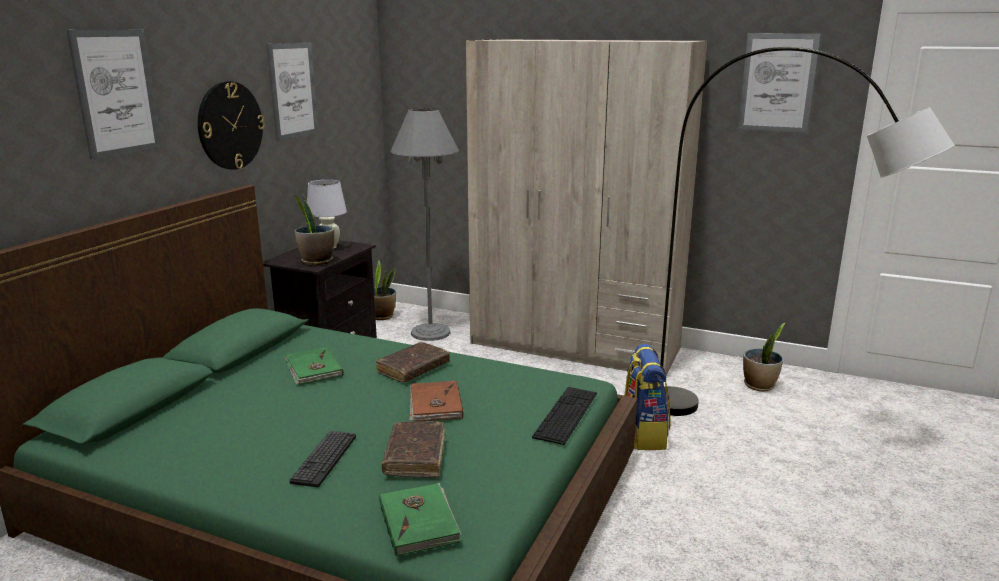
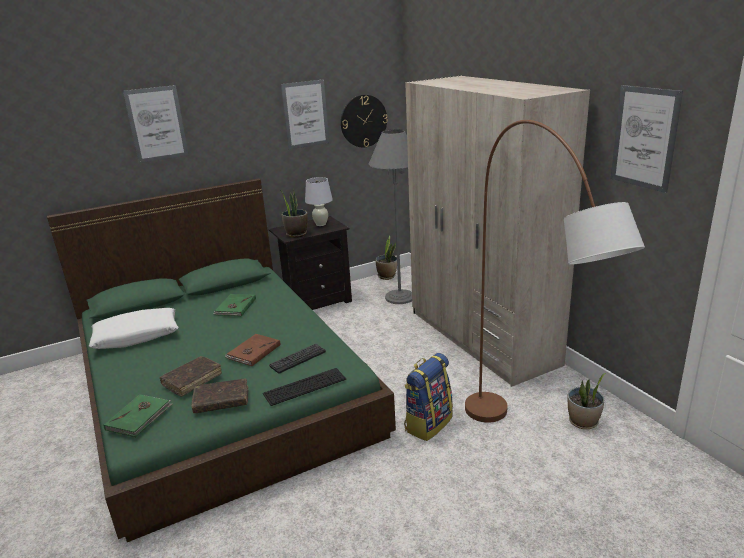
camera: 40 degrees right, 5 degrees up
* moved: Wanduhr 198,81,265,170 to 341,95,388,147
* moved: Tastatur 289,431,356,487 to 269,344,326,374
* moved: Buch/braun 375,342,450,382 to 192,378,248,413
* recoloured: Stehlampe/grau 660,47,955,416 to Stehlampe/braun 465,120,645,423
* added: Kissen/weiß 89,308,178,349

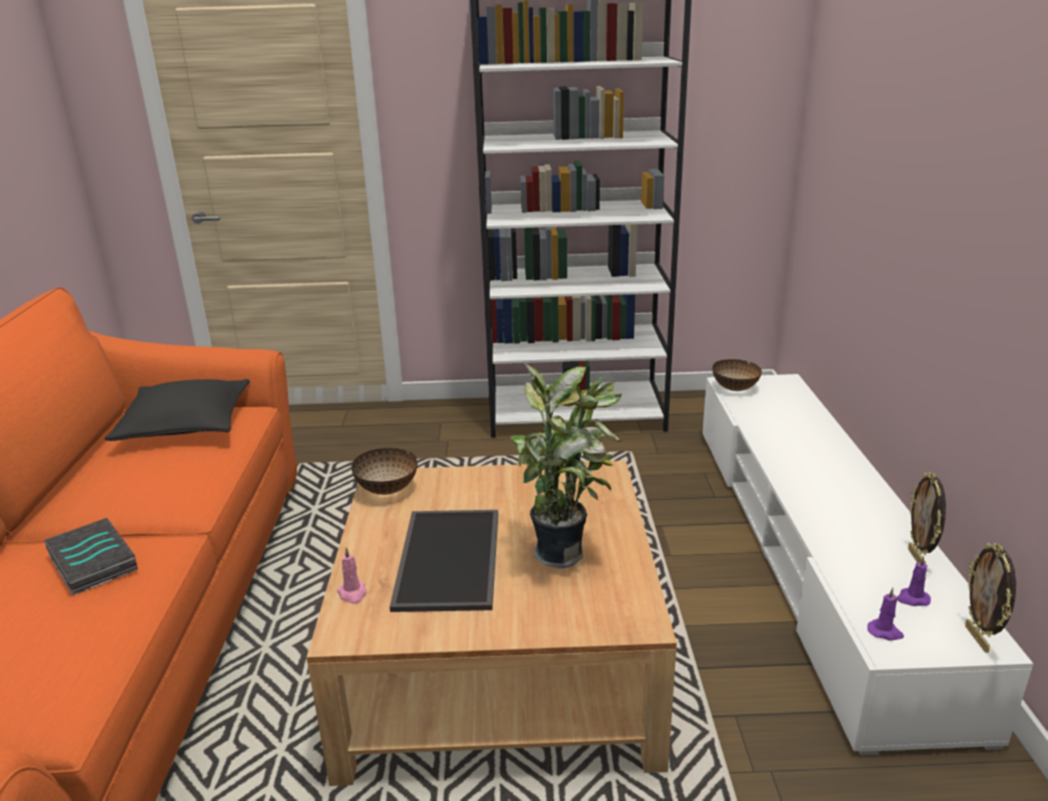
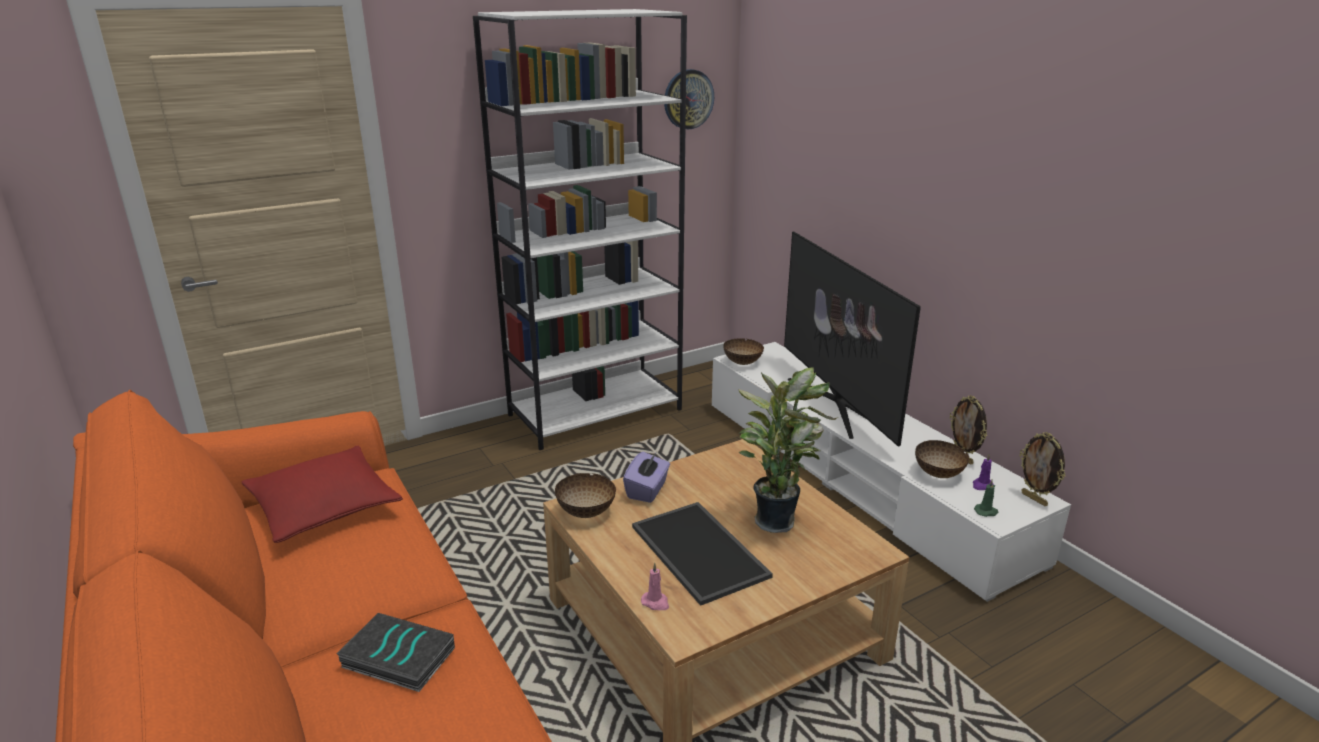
camera: 30 degrees left, 0 degrees up
* recoloured: Kissen/schwarz 104,379,250,441 to Kissen/rot 241,445,403,543
* recoloured: Kerze/lila 867,588,904,641 to Kerze/grün 974,479,999,517
* added: Taschentuchbox/lila 623,452,670,503
* added: Wanduhr 664,69,714,129
* added: Fernseher 784,232,921,447
* added: Schüssel 915,440,969,478

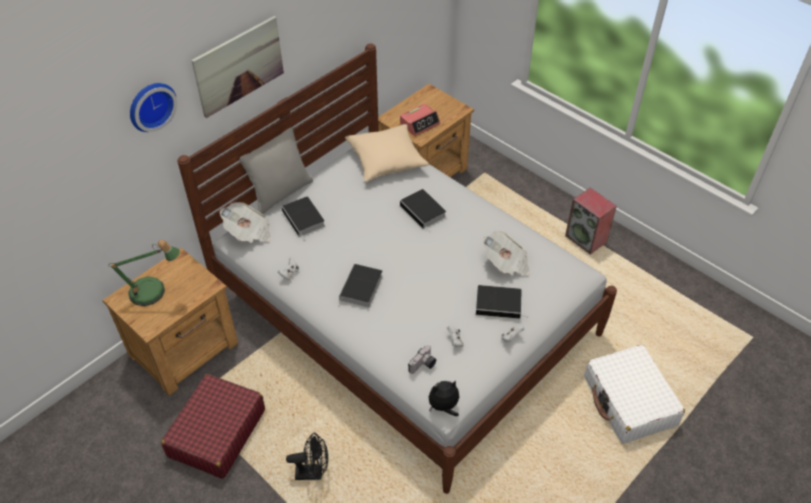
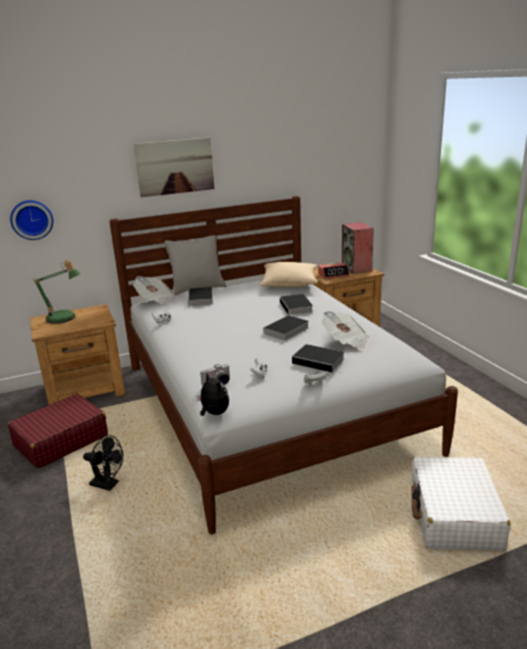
camera: 25 degrees right, 25 degrees down
* moved: Wanduhr 130,83,177,132 to 10,200,53,240
* moved: Buch 338,264,383,308 to 260,315,309,341
* turned: Plüschtier 429,380,459,416 = 197,373,229,416 45 degrees clockwise
* moved: Lautsprecher 565,187,617,255 to 342,222,374,274

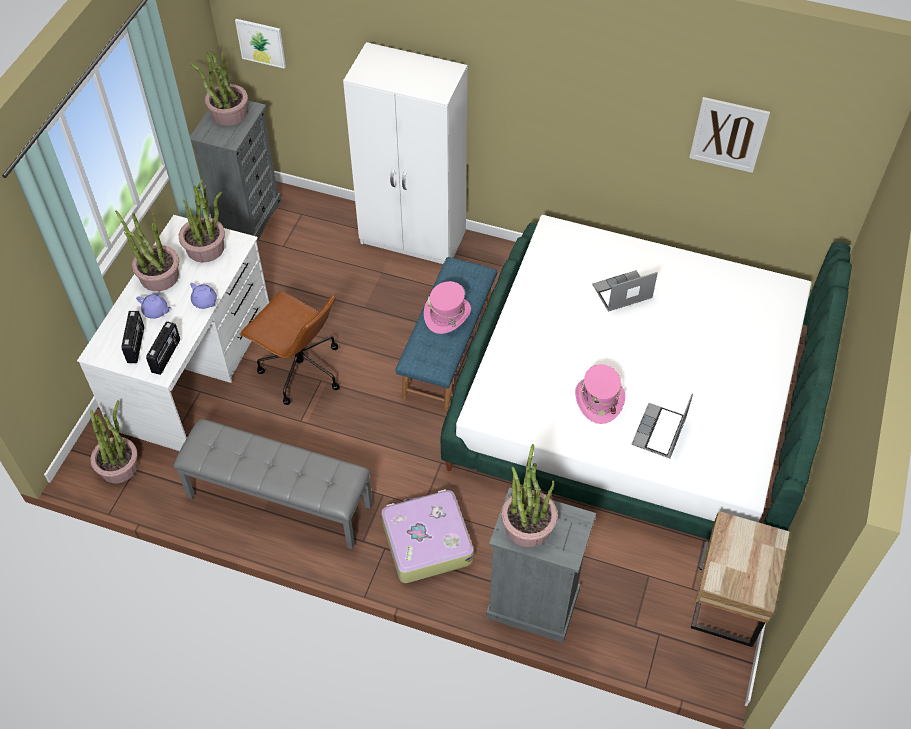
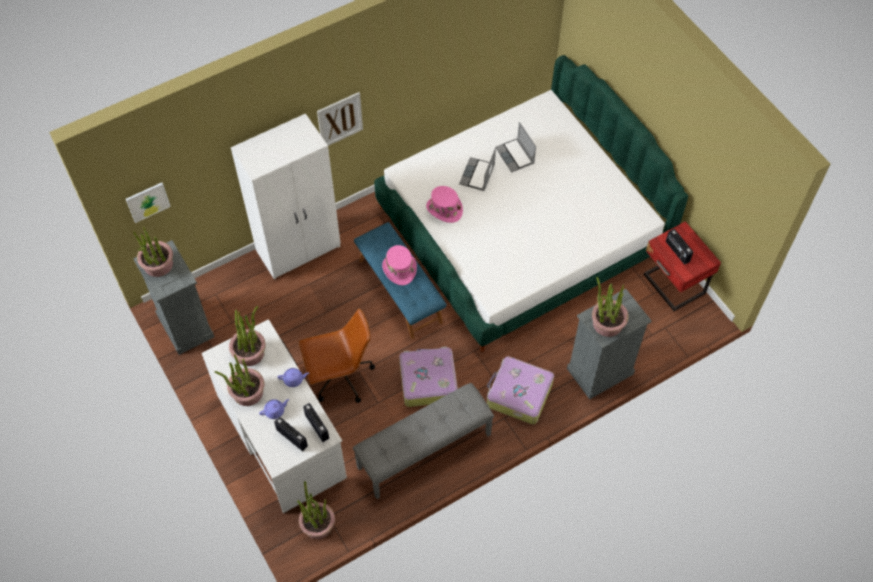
camera: 50 degrees left, 5 degrees up
* moved: Hut/rosa 575,364,625,424 to 426,186,463,223
* moved: Laptop 631,394,693,458 to 495,122,536,173
* moved: Bild 689,97,770,173 to 317,92,363,146
* recoloured: Nachttisch/beige 691,511,790,647 to Nachttisch/rot 644,221,721,311
* added: Koffer 399,346,458,407
* added: Radio 666,229,693,264

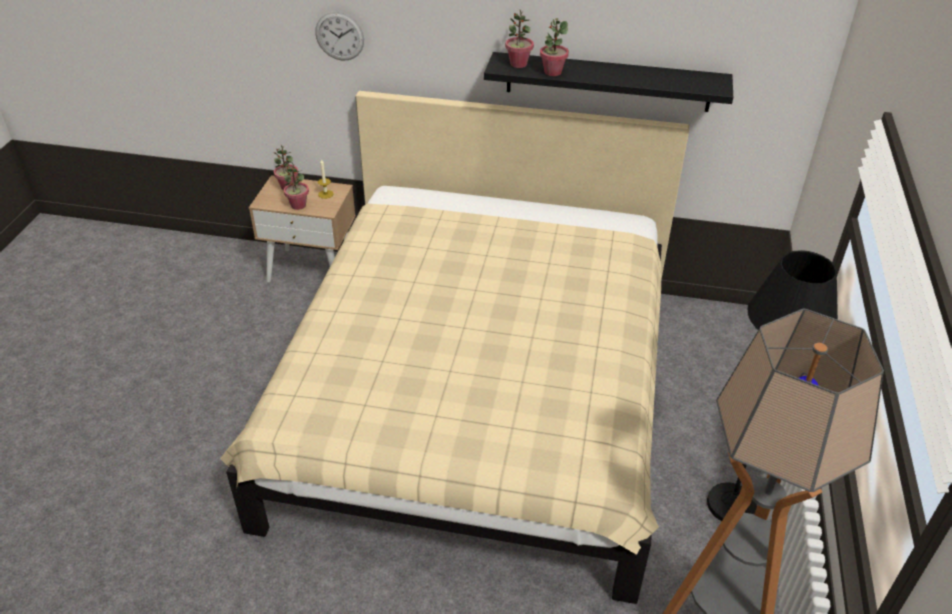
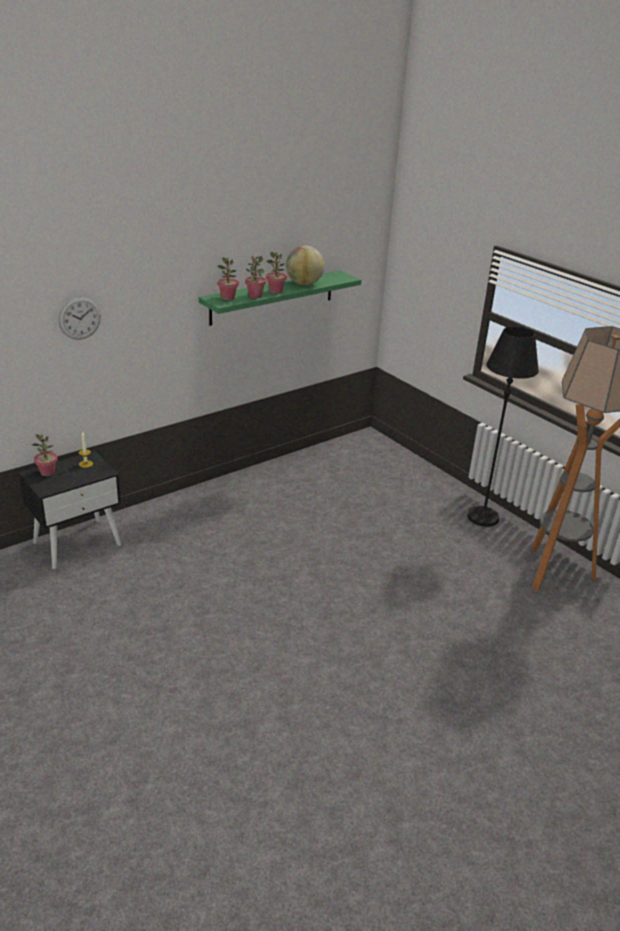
camera: 50 degrees left, 10 degrees down
* removed: Bett/beige 220,91,689,604
* recoloured: Nachttisch/beige 249,175,356,282 to Nachttisch/schwarz 18,451,121,569
* moved: Topfpflanze 284,163,309,210 to 266,252,287,294
* recoloured: Wandregal/schwarz 484,52,733,112 to Wandregal/grün 199,271,361,326
* added: Globus 286,245,324,285

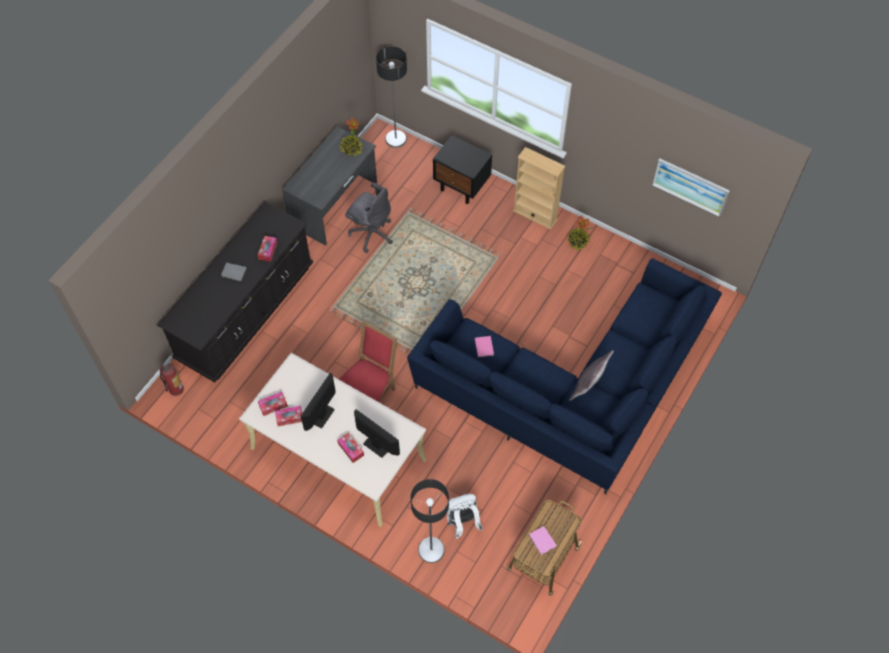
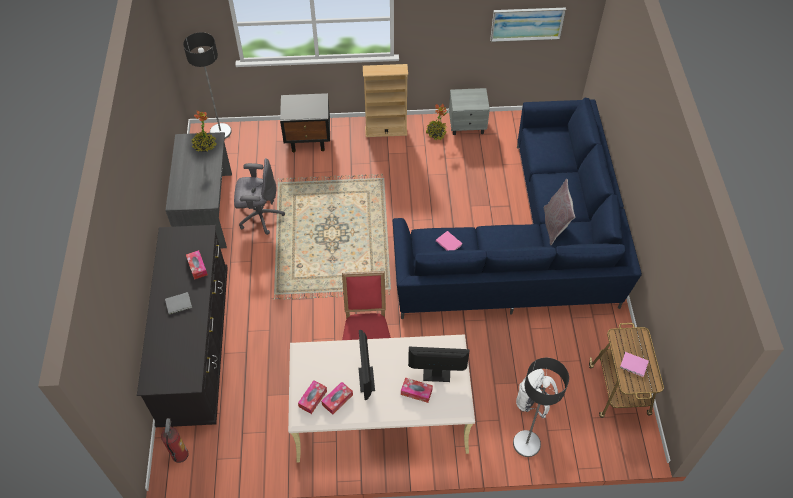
camera: 35 degrees left, 5 degrees down
* added: Nachttisch/grau 449,88,490,135

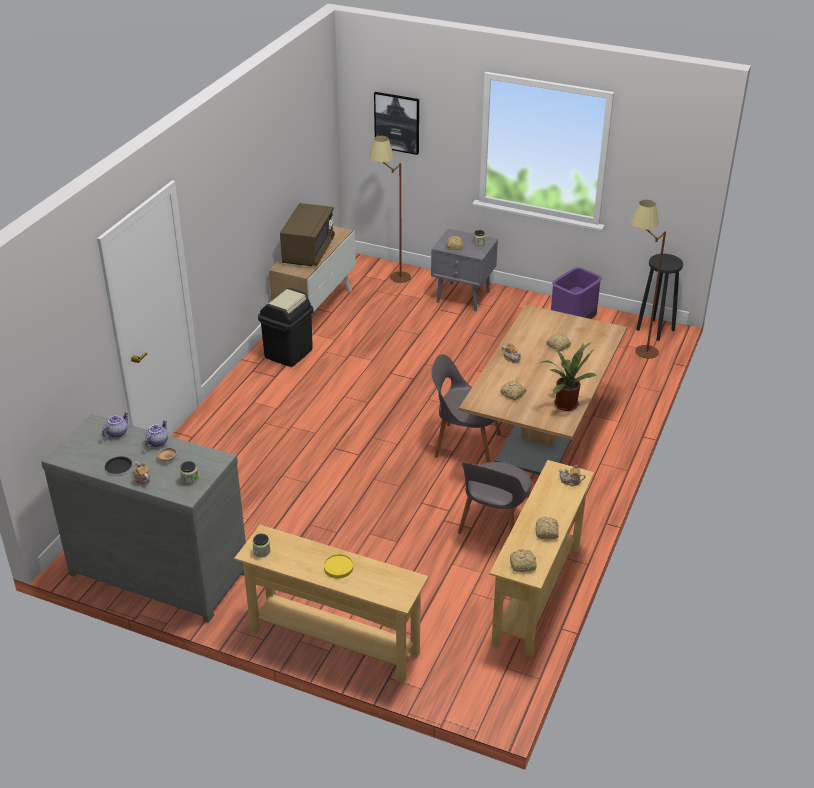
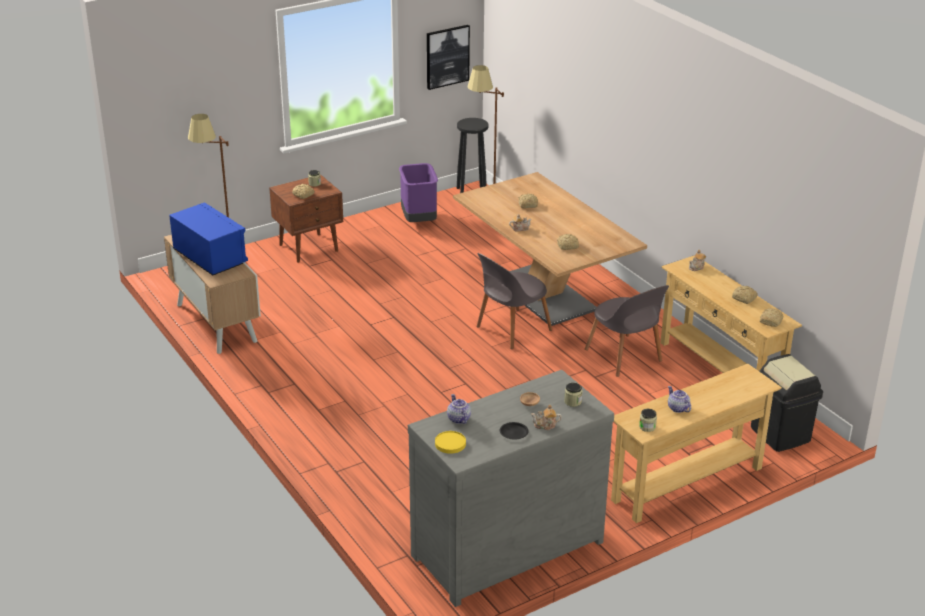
camera: 55 degrees left, 5 degrees down
* moved: Teekanne 145,420,168,447 to 668,386,691,413
* moved: Mülleimer/schwarz 258,288,314,367 to 751,354,823,452
* recoloured: Mikrowelle/braun 280,203,335,266 to Mikrowelle/blau 169,202,248,275
* moved: Teller/gelb 324,554,353,578 to 435,431,466,454
* moved: Bild 374,92,419,155 to 427,25,470,90
* recoloured: Nachttisch/grau 431,229,498,311 to Nachttisch/braun 269,174,343,263
* removed: Topfpflanze 540,342,596,411

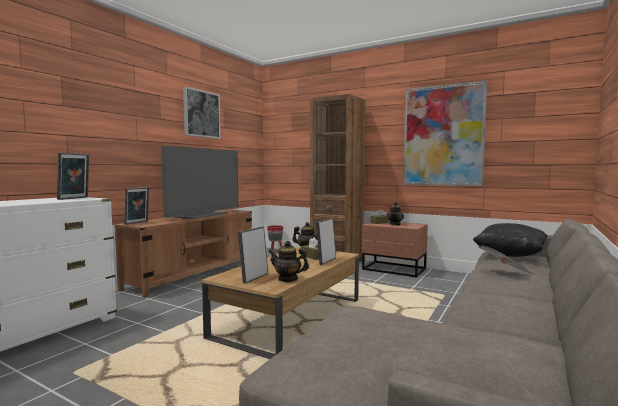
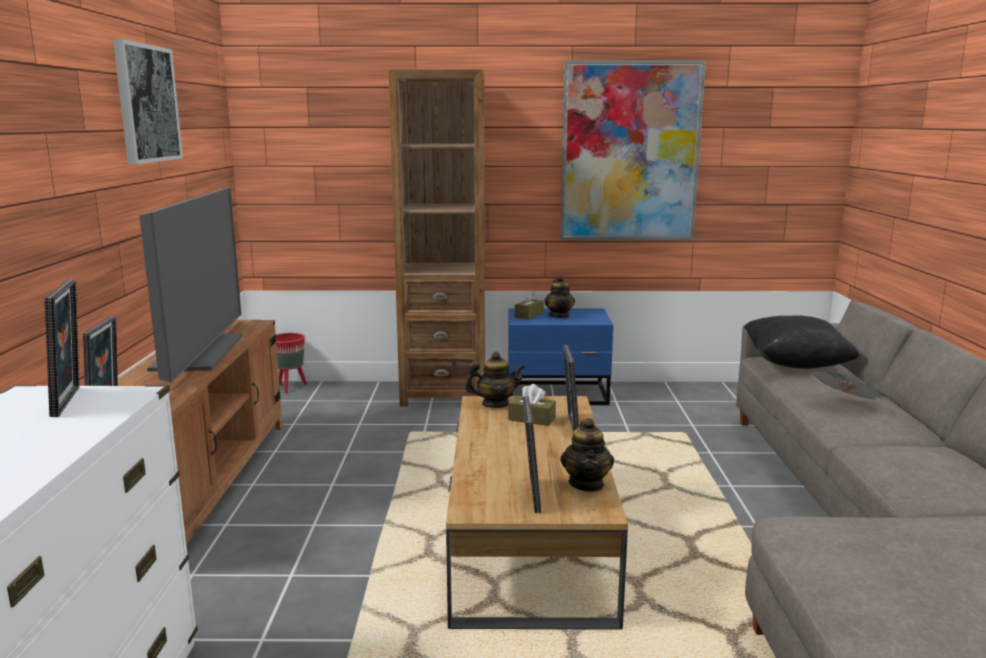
camera: 30 degrees left, 10 degrees up
* turned: Teekanne 268,241,309,282 = 560,418,614,492 75 degrees counterclockwise
* recoloured: Nachttisch/braun 362,221,428,278 to Nachttisch/blau 508,308,613,405

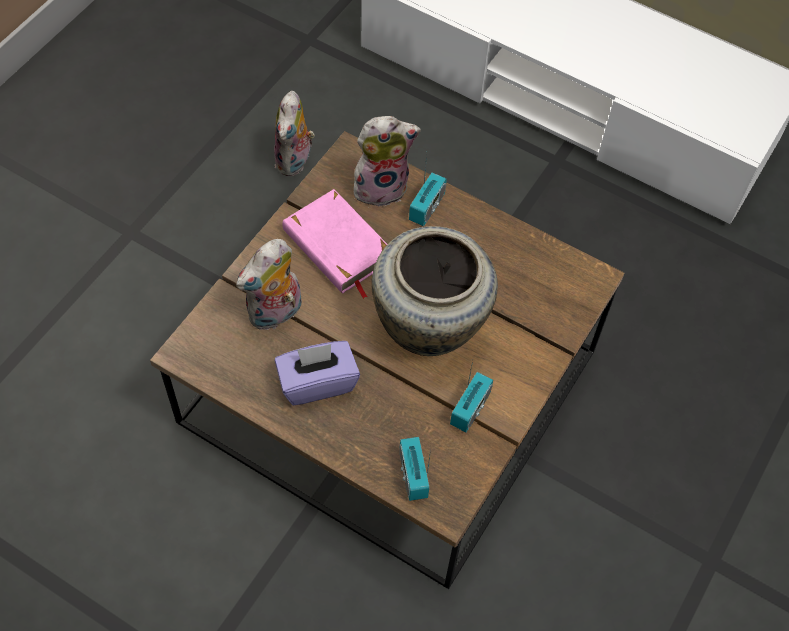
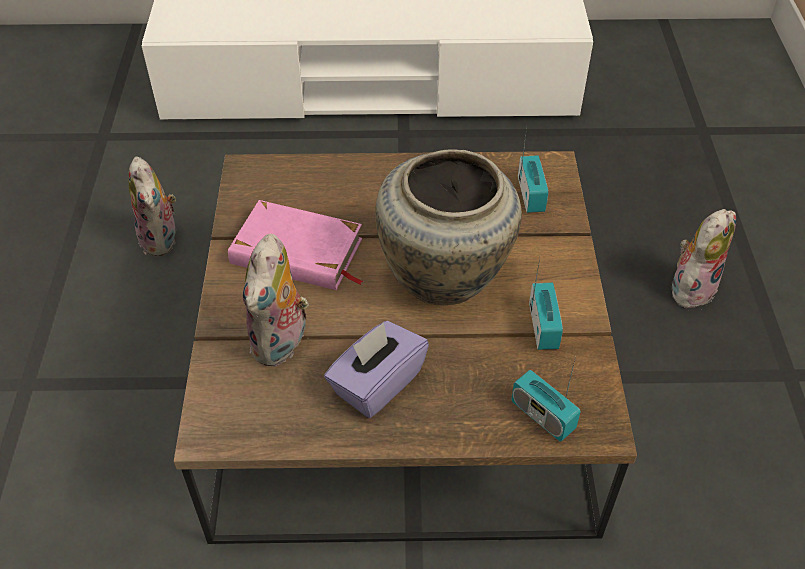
camera: 30 degrees left, 10 degrees down
* moved: Plüschtier 354,116,421,207 to 672,209,736,312
* moved: Radio 409,154,447,226 to 518,128,548,213

